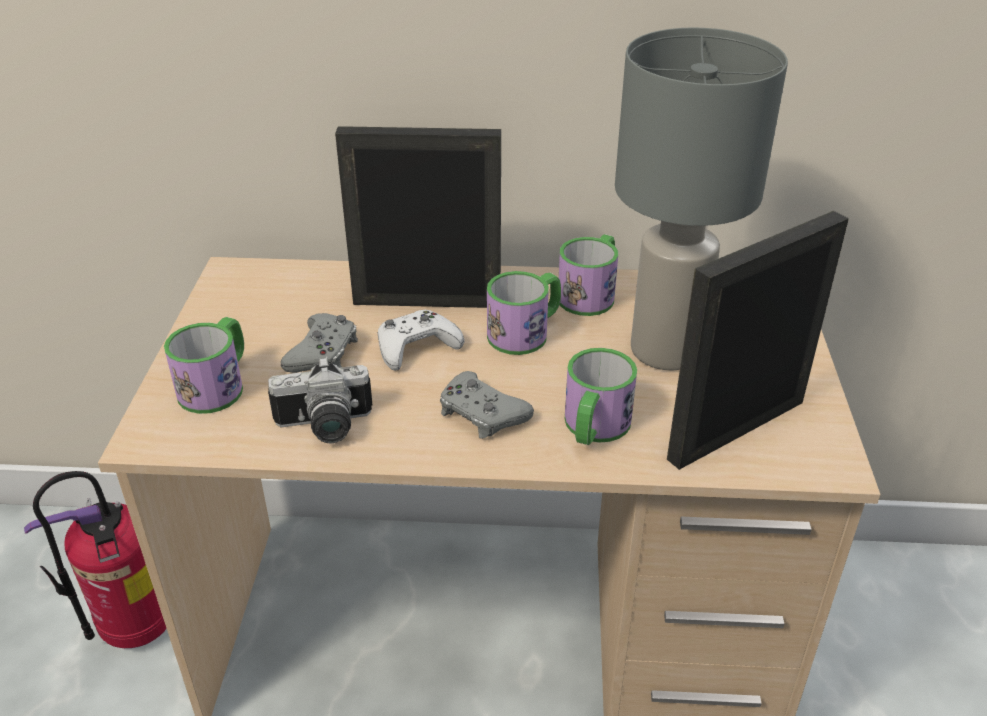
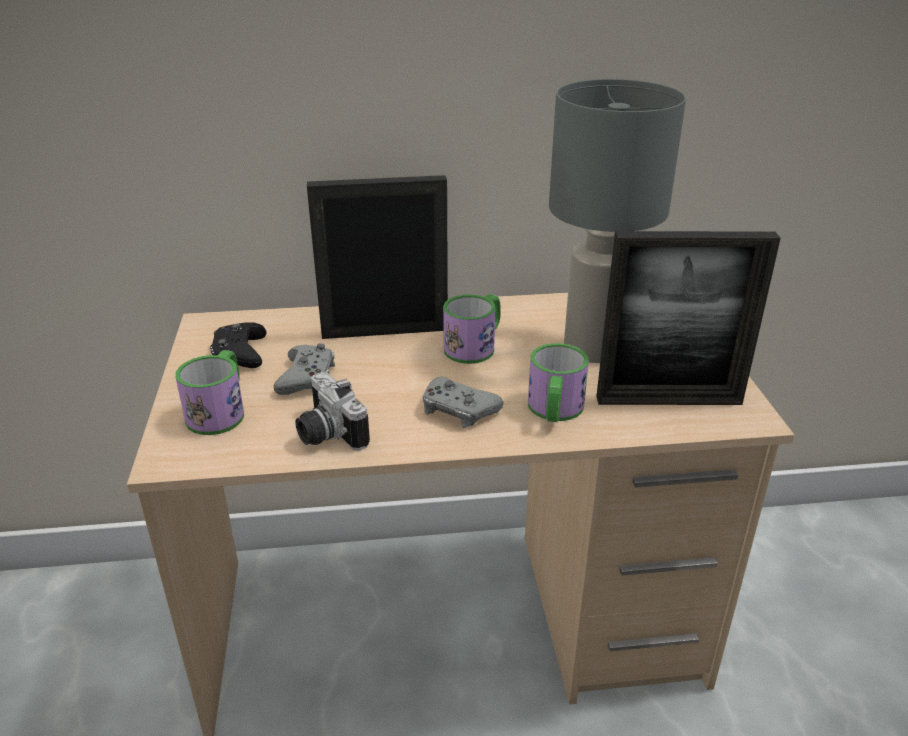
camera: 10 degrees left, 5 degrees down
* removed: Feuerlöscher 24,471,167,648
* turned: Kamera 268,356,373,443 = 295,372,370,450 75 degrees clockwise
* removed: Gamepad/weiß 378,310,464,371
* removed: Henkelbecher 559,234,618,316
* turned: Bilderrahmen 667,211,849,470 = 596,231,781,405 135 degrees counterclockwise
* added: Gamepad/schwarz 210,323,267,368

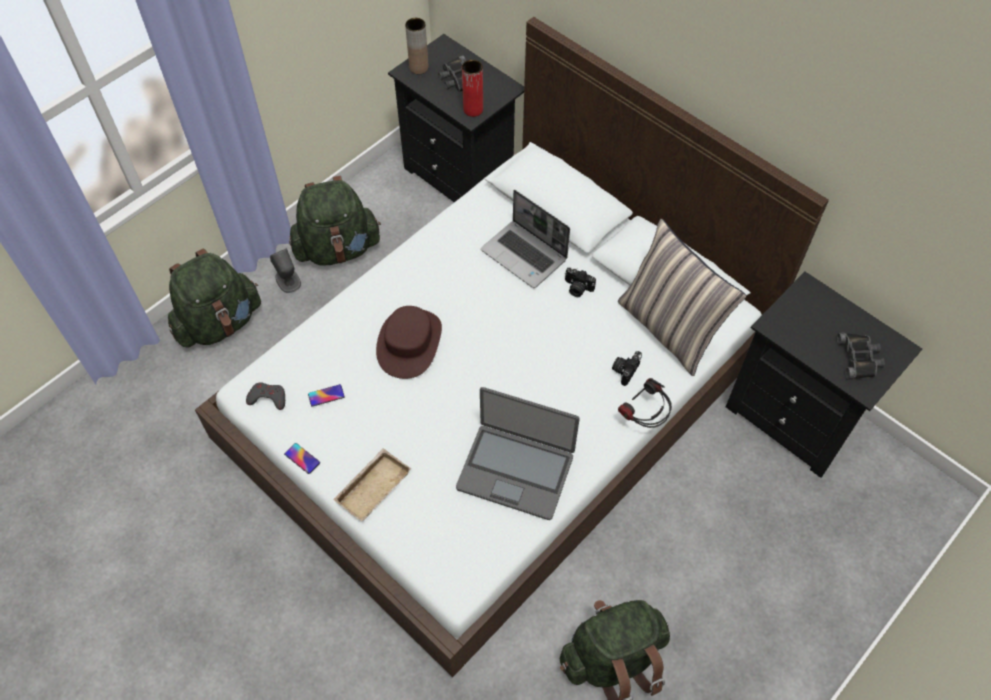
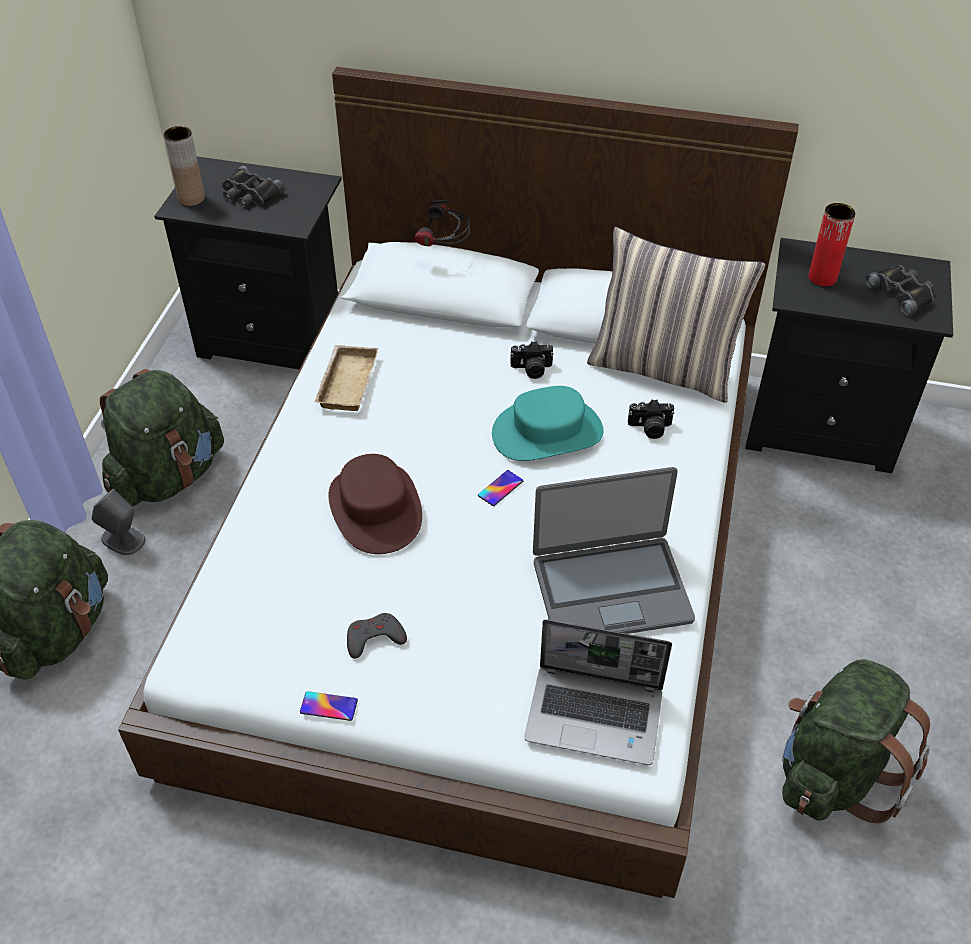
camera: 30 degrees left, 10 degrees down
* moved: Gamepad/grau 246,382,285,410 to 347,613,407,659
* moved: Handy 308,384,345,407 to 478,470,523,506
* moved: Tablett/beige 333,448,411,521 to 314,345,378,411
* moved: Vase/rot 462,60,483,117 to 808,203,855,287
* moved: Laptop 481,190,570,288 to 524,619,672,765
* turned: Kamera 612,351,642,386 = 628,399,674,439 90 degrees counterclockwise
* moved: Kopfhörer 618,378,672,428 to 415,200,470,246
* added: Hut/türkis 492,386,604,461

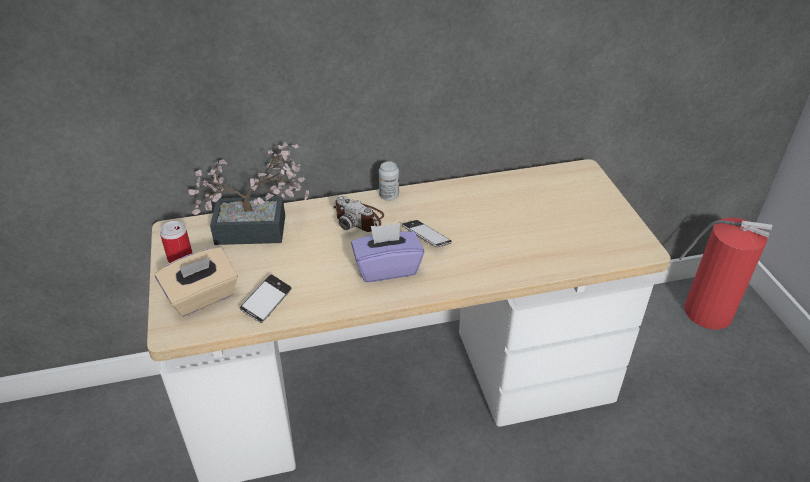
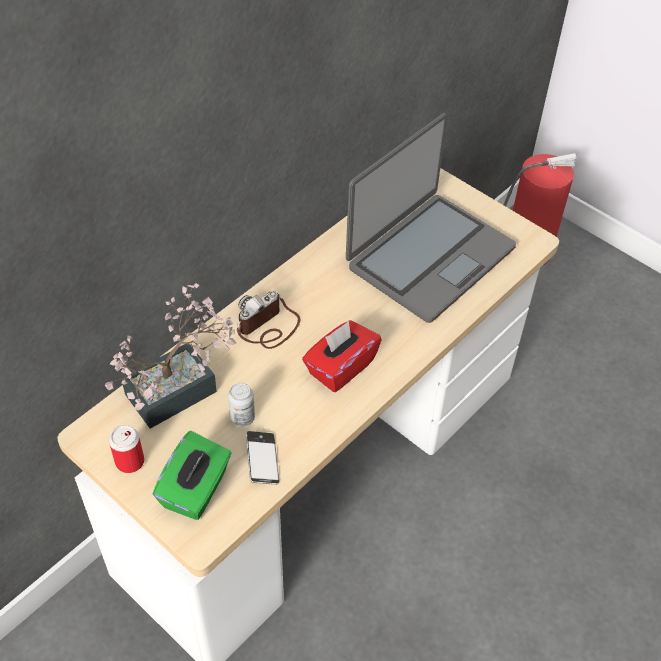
camera: 35 degrees left, 10 degrees up
* recoloured: Taschentuchbox/beige 155,247,238,317 to Taschentuchbox/grün 153,431,231,520
* turned: Kamera 333,196,384,232 = 237,291,300,349 135 degrees clockwise
* recoloured: Taschentuchbox/lila 351,223,424,282 to Taschentuchbox/rot 302,320,382,392
* moved: Dose 379,161,399,201 to 228,383,255,427
* removed: Handy 402,220,452,247
* added: Laptop 346,113,516,323

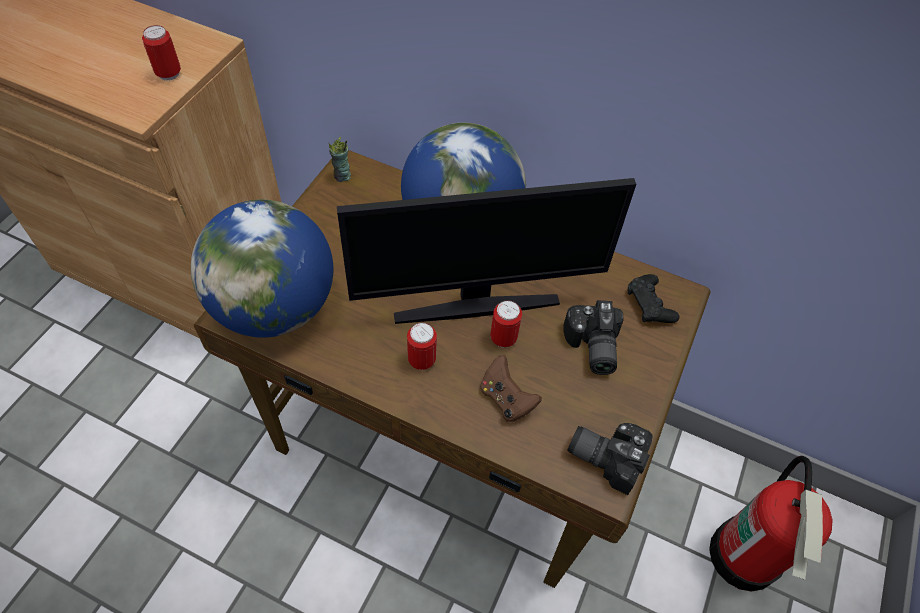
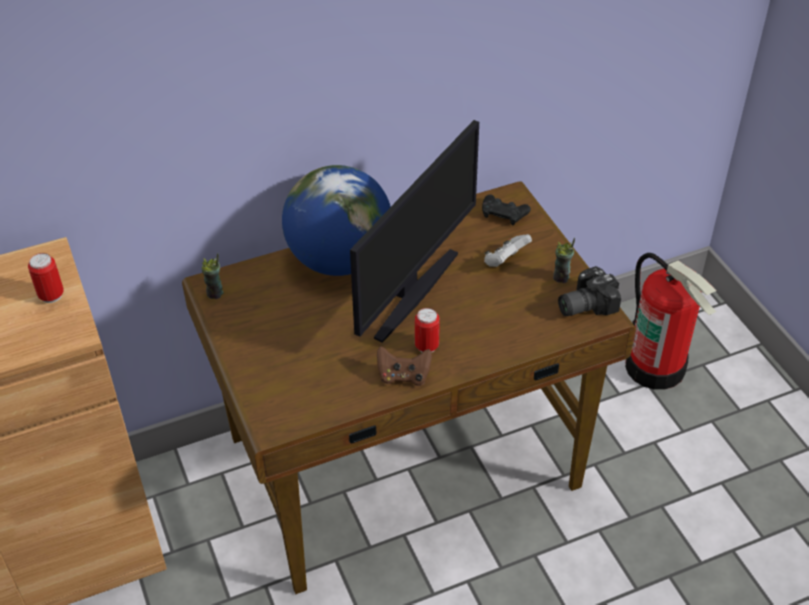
camera: 45 degrees left, 10 degrees down
* removed: Globus 191,200,333,338
* moved: Gamepad/braun 480,355,542,423 to 377,346,432,386
* removed: Dose 490,300,522,348
* replaced: Kamera 563,300,624,375 to Gamepad/weiß 484,234,532,267
* added: Tasse 553,238,575,283

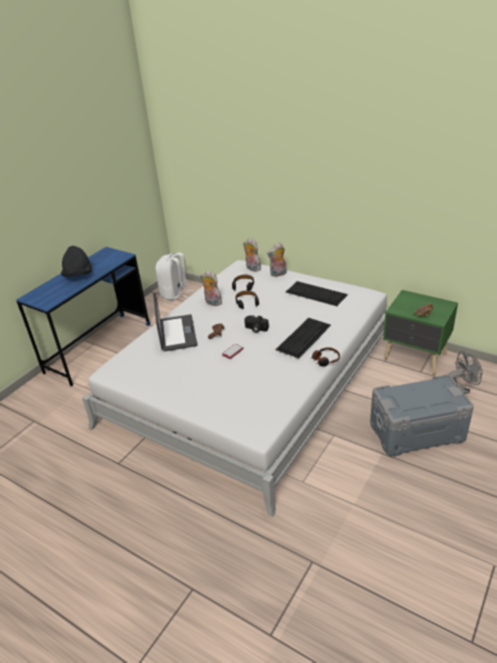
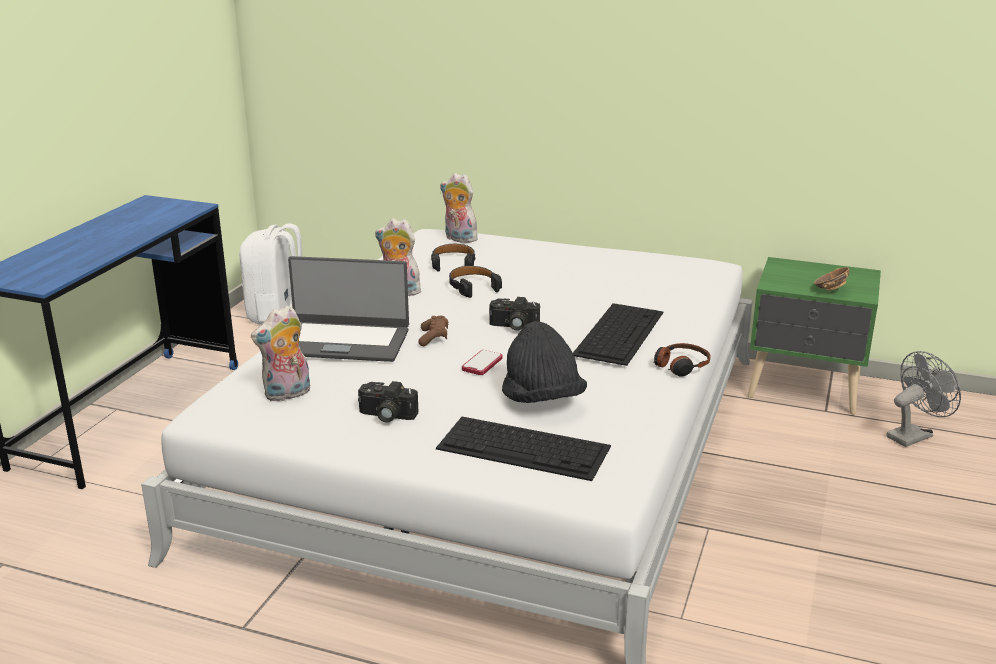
camera: 15 degrees left, 10 degrees down
* moved: Hut/schwarz 61,246,92,277 to 502,321,587,403
* turned: Laptop 153,293,197,351 = 288,256,409,362 120 degrees clockwise
* moved: Plüschtier 267,243,287,277 to 251,305,310,401
* moved: Tastatur 286,281,348,306 to 436,417,611,481
* removed: Aufbewahrungsbox/grau 370,375,474,456
* added: Kamera 358,381,419,423

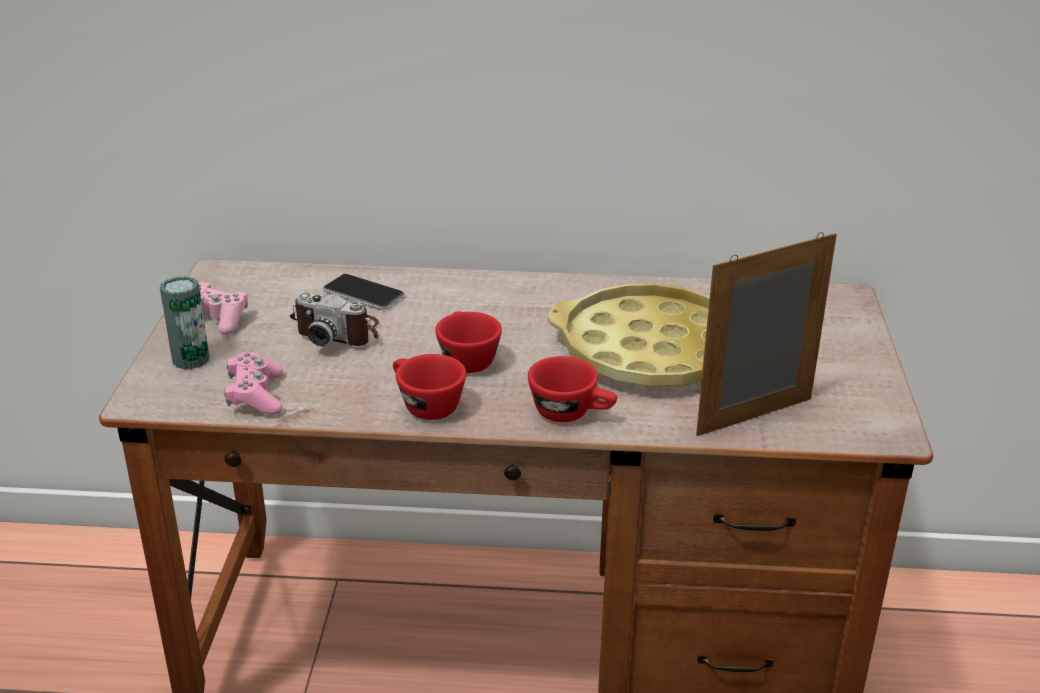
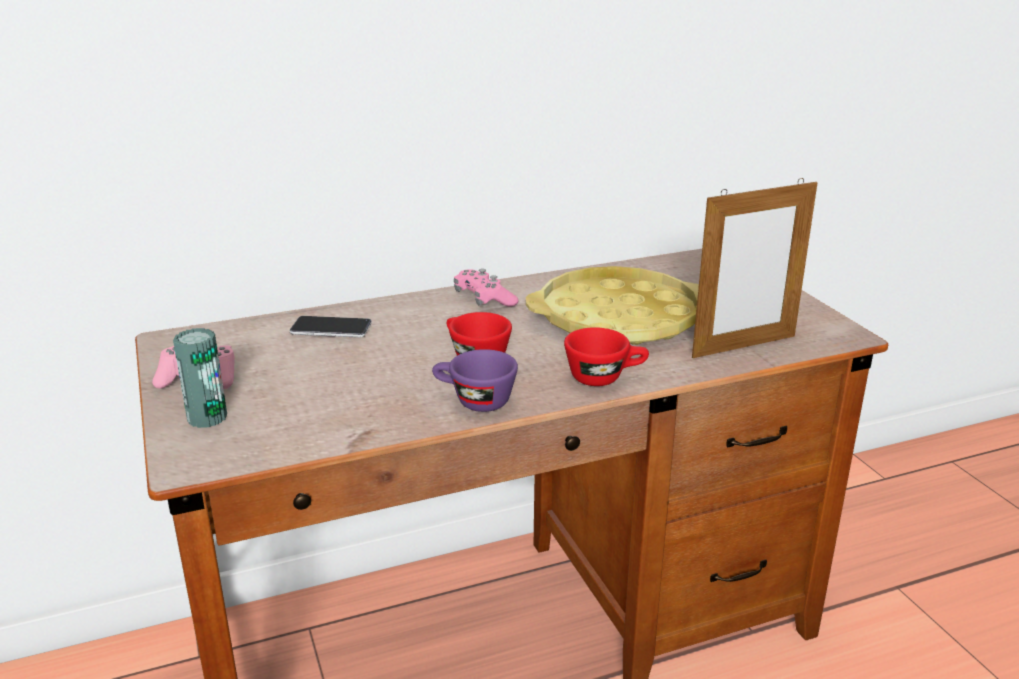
camera: 25 degrees left, 5 degrees down
* moved: Gamepad/rosa 224,352,283,415 to 454,269,518,307
* removed: Kamera 290,293,379,346
* recoloured: Tasse/rot 393,354,466,420 to Tasse/lila 432,349,518,412
* turned: Bilderrahmen 696,232,837,436 = 692,178,818,358 150 degrees counterclockwise

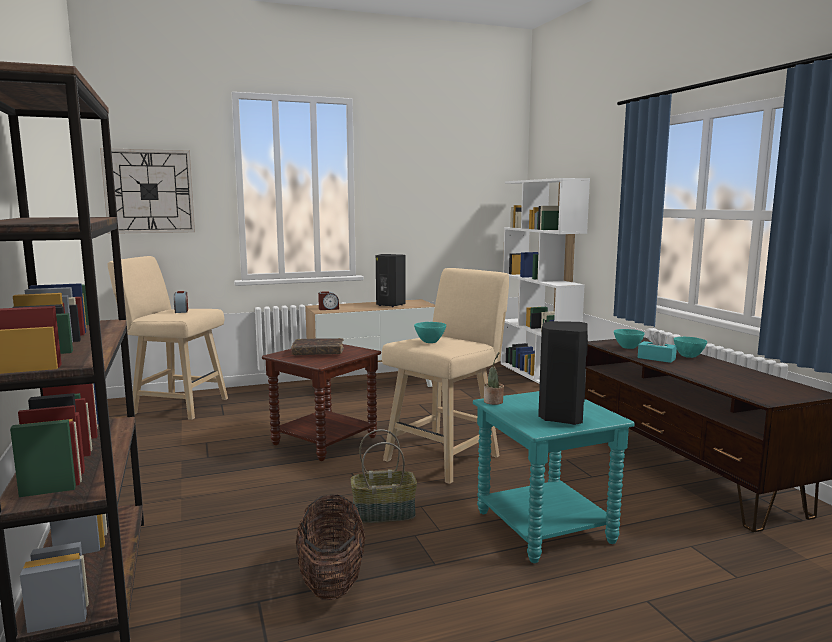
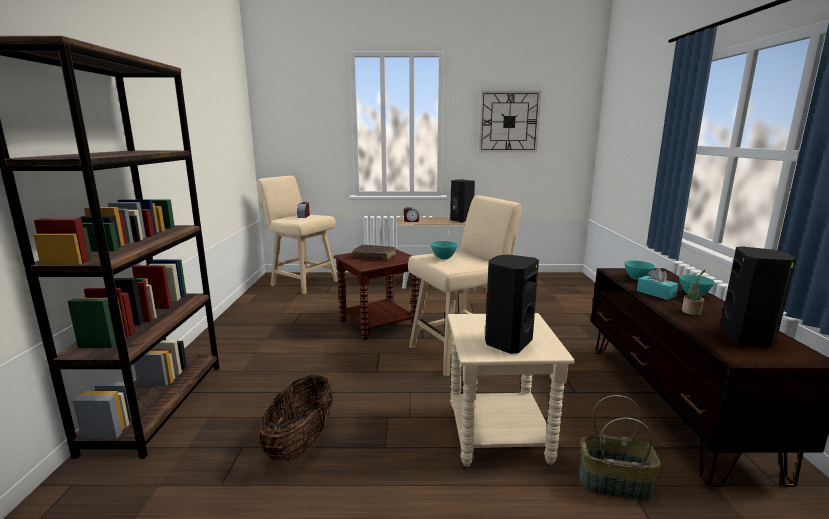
camera: 20 degrees right, 5 degrees up
* moved: Wanduhr 100,148,195,234 to 479,91,541,152
* moved: Korb 350,429,417,523 to 579,395,661,501
* recoloured: Beistelltisch/türkis 473,391,635,563 to Beistelltisch/beige 448,313,575,467
* moved: Topfpflanze 484,352,504,405 to 682,269,705,315
* removed: Bücherregal/weiß 501,178,590,384
* added: Lautsprecher/schwarz 720,246,796,346

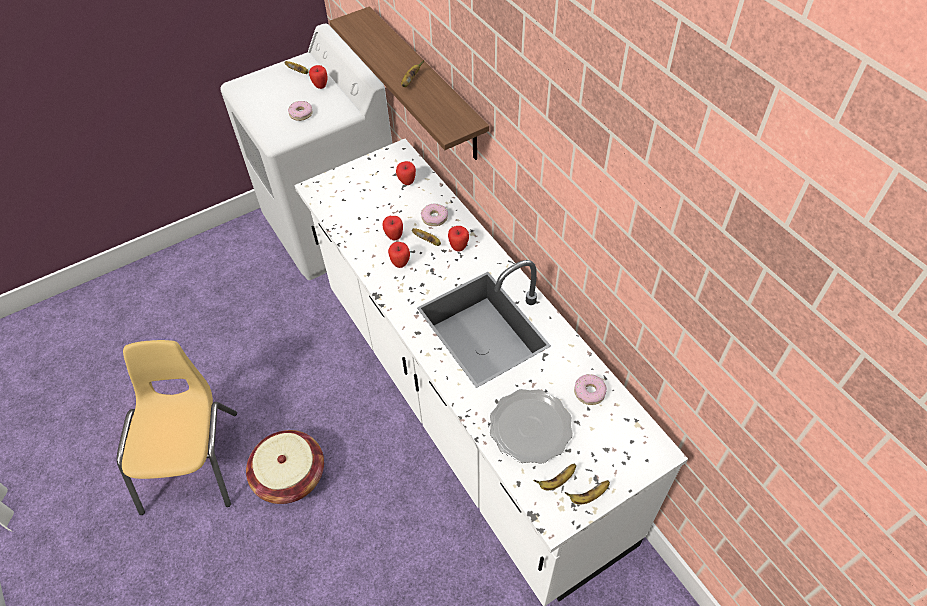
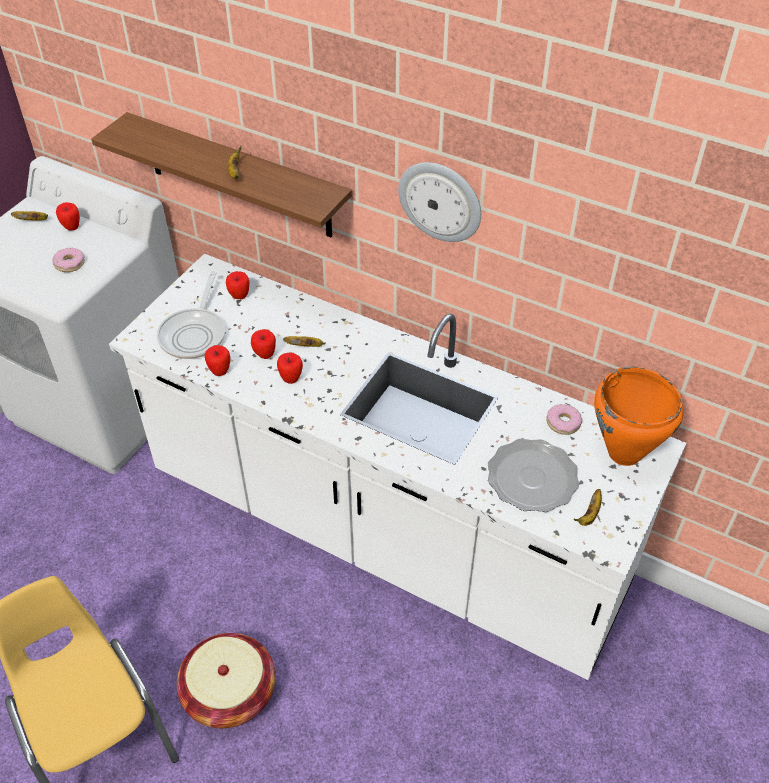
camera: 30 degrees left, 5 degrees down
* removed: Donut 421,203,448,226
* moved: Apfel 448,226,469,251 to 205,345,230,376
* removed: Banane 565,480,610,504
* added: Pfanne 157,271,225,359
* added: Wanduhr 398,162,481,242
* added: Kochtopf/orange 594,366,684,466

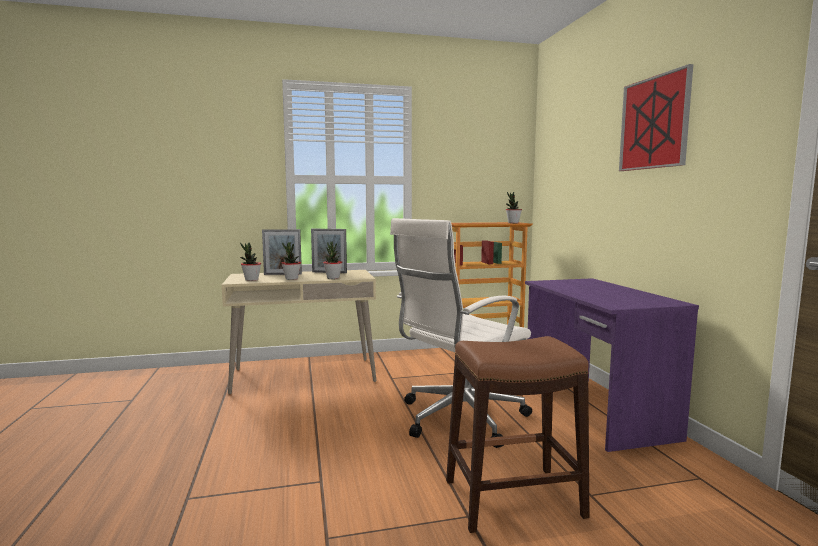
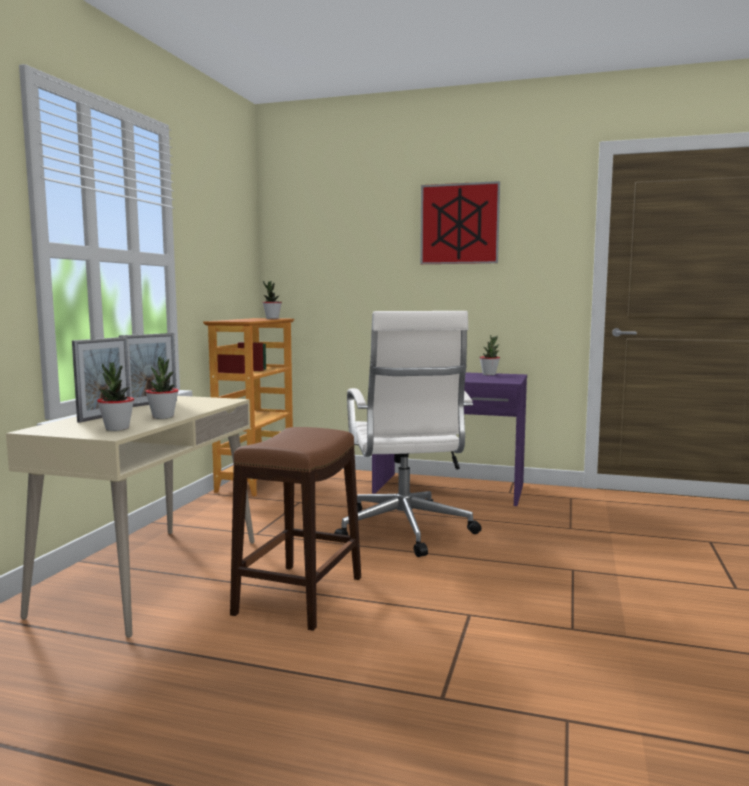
camera: 60 degrees left, 0 degrees up
* moved: Topfpflanze 323,242,342,279 to 479,335,500,375
* moved: Hocker/braun 446,336,590,533 to 230,427,361,631

